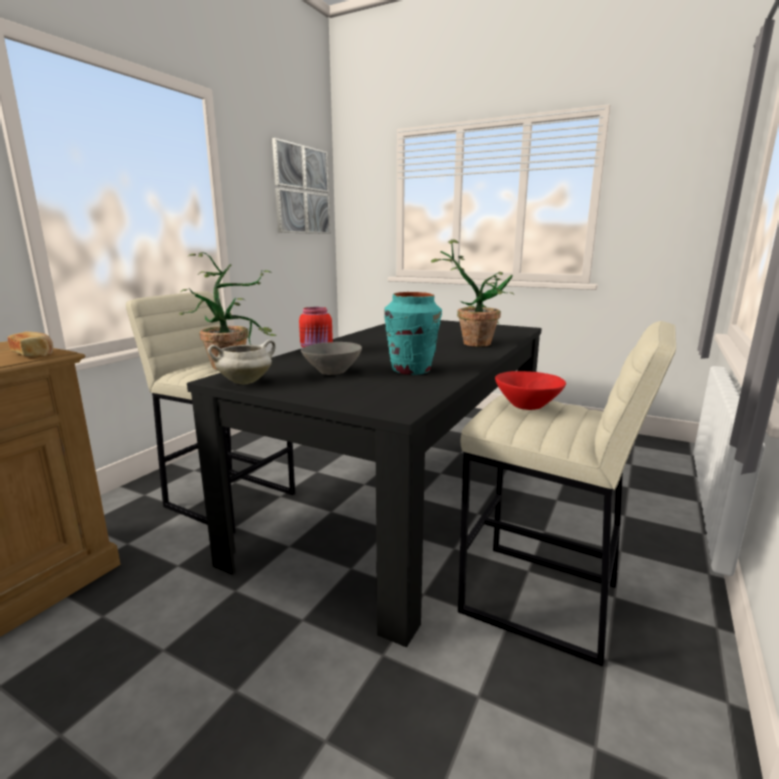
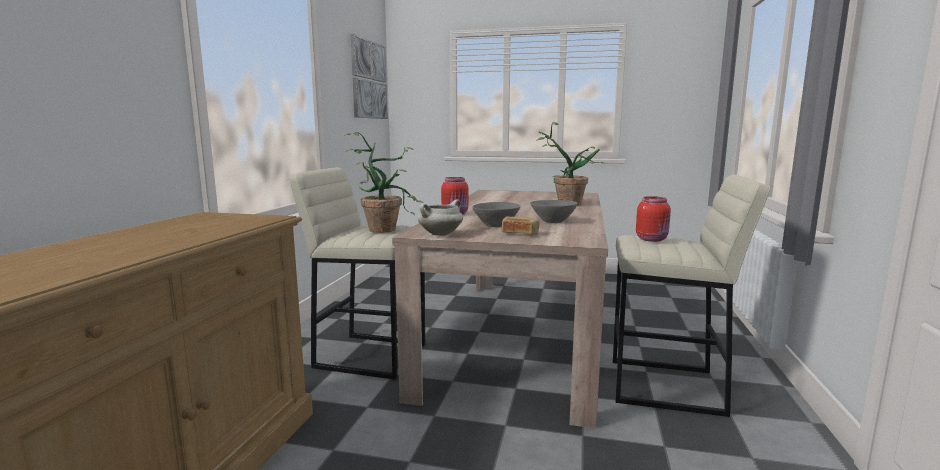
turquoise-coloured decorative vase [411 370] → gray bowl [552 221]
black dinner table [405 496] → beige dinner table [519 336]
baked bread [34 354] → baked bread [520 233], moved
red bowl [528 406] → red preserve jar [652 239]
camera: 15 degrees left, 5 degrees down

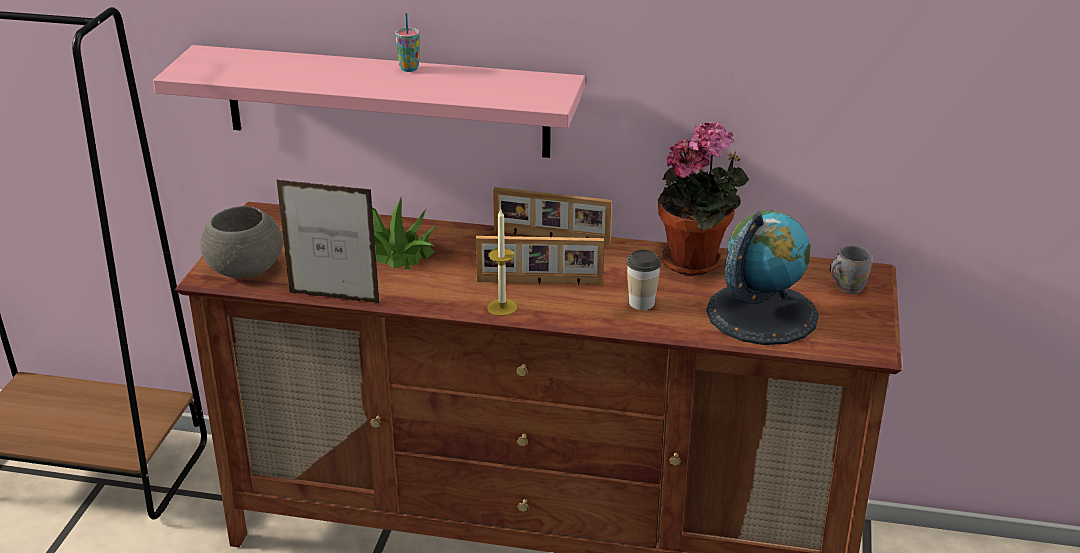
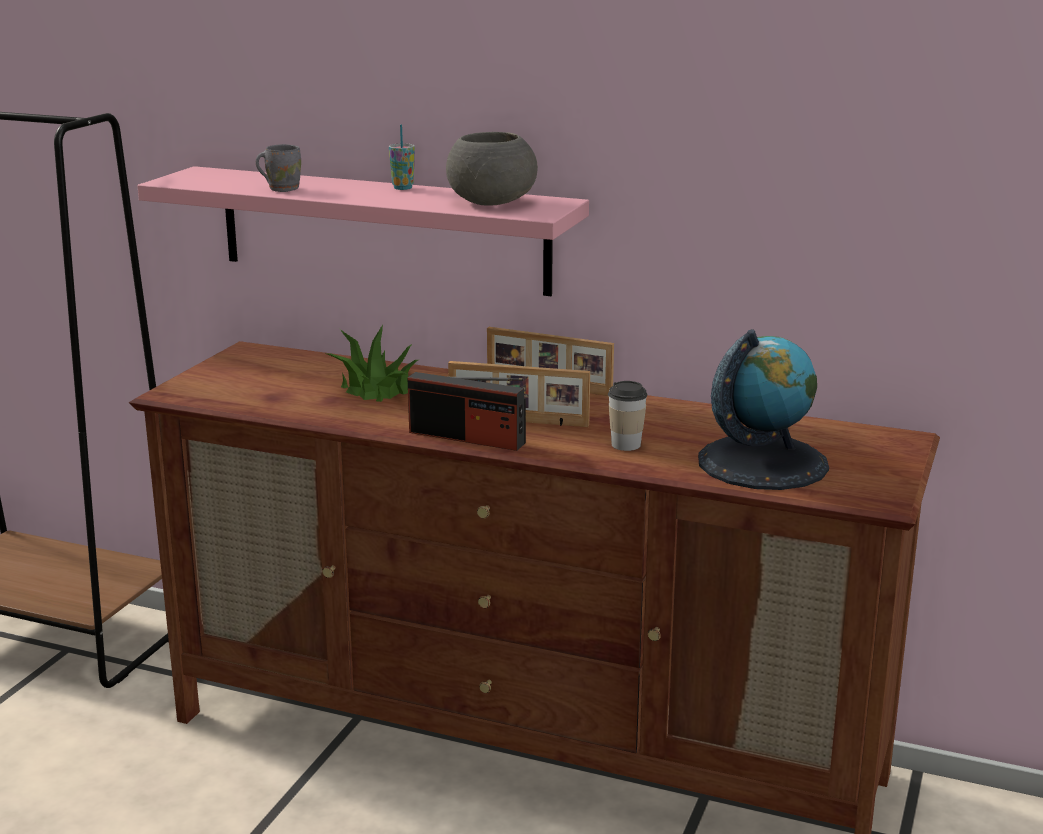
houseplant [697 262] → -
photo frame [334 298] → -
gray bowl [244 269] → gray bowl [490 202], moved
wax candle [502 307] → radio receiver [467 438]
gray coffee mug [847 287] → gray coffee mug [282 189], moved
camera: 10 degrees right, 10 degrees down

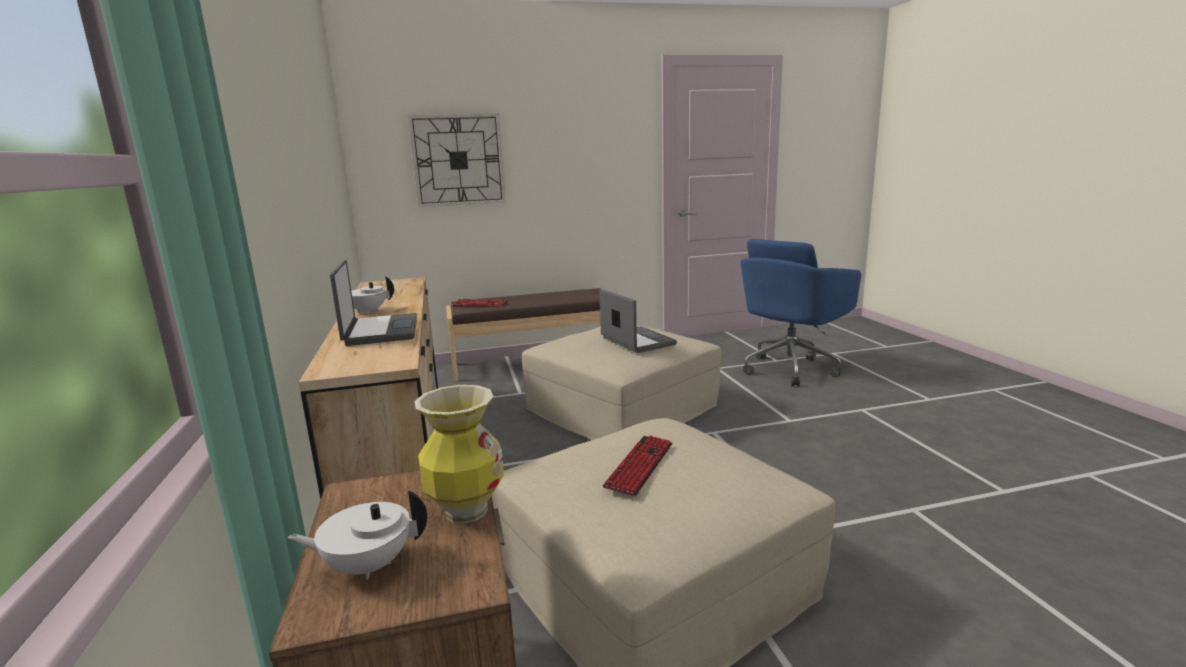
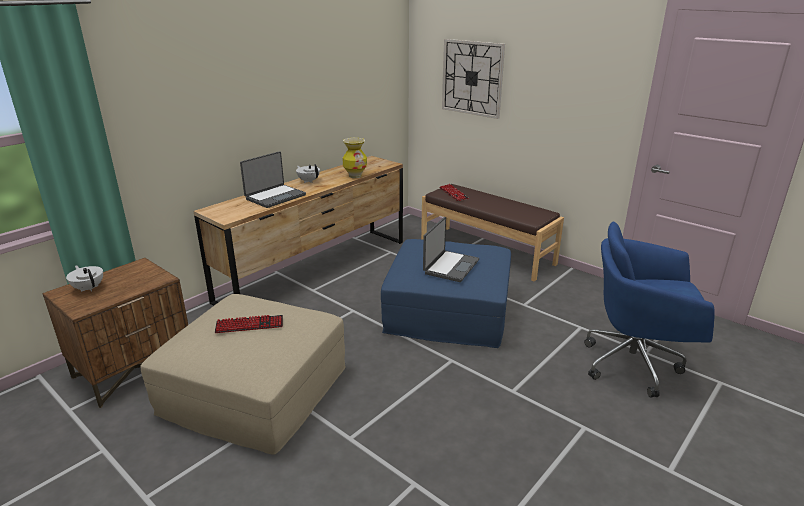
beige footrest [621 409] → blue footrest [447 311]
decorative vase [466 511] → decorative vase [355 176], moved
camera: 55 degrees right, 10 degrees up

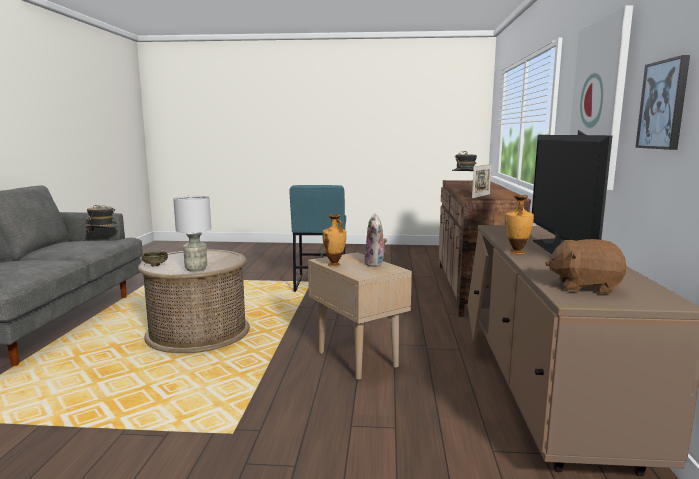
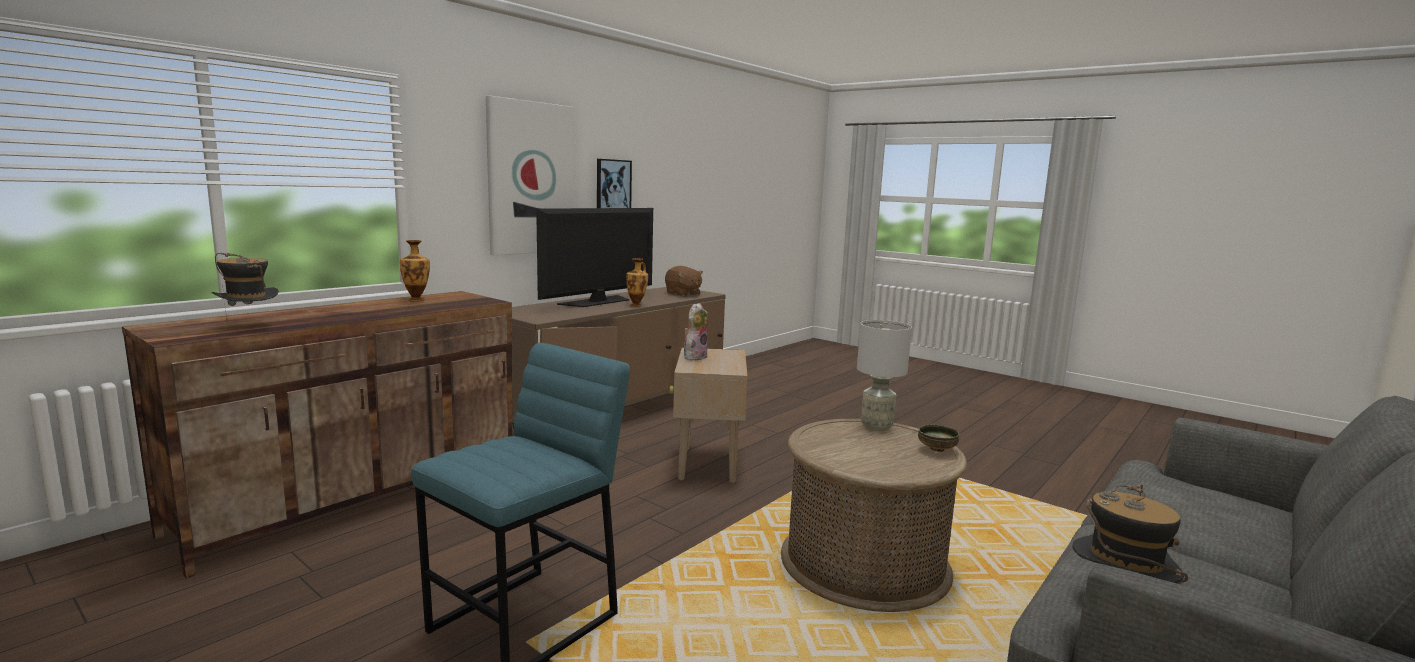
photo frame [481 196] → -
decorative vase [334 265] → decorative vase [416 300], moved
camera: 145 degrees left, 0 degrees up

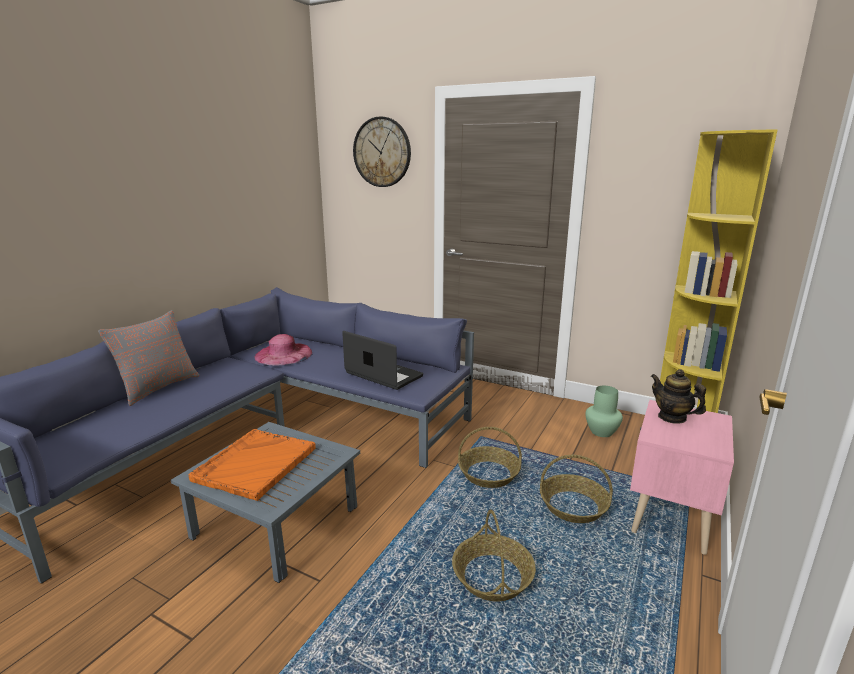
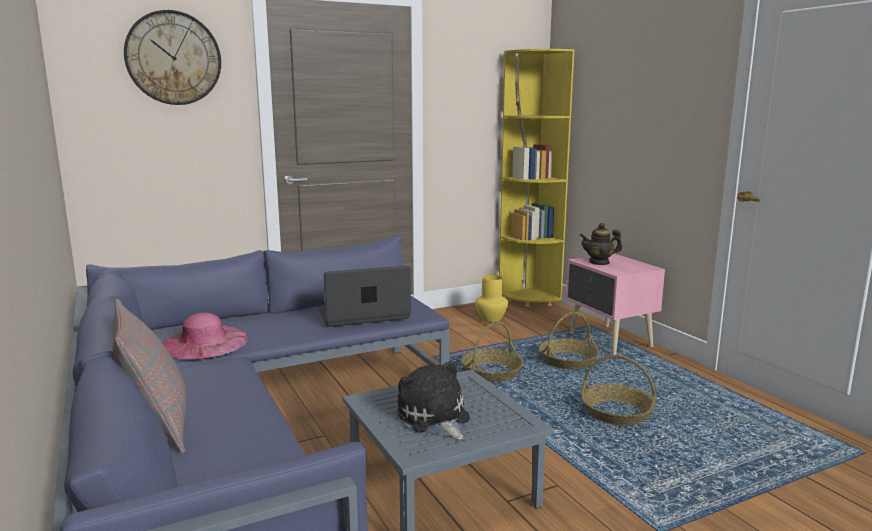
green-coloured decorative vase [602 432] → yellow-coloured decorative vase [491 319]
orange carrying tray [254 464] → soft toy [434 419]
camera: 55 degrees left, 5 degrees down

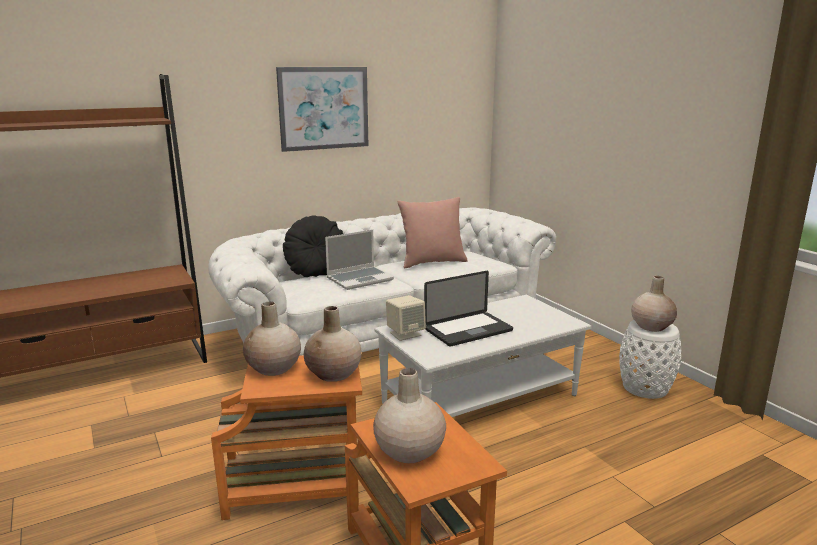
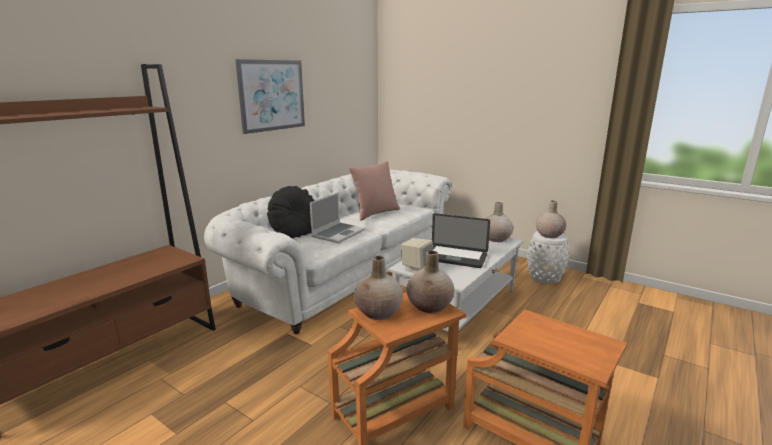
portable computer [468 330] → portable computer [455 257], 75 degrees clockwise
beige decorative vase [409 451] → beige decorative vase [496 239], moved
camera: 25 degrees left, 0 degrees up

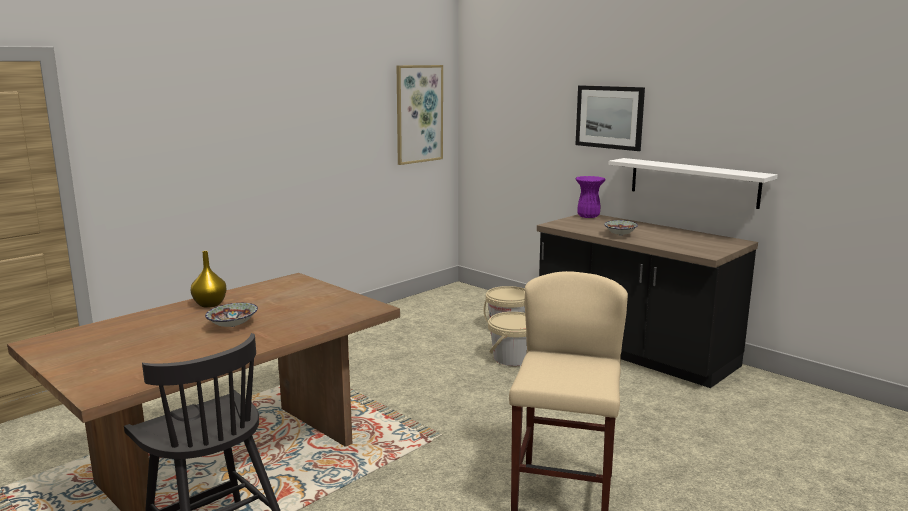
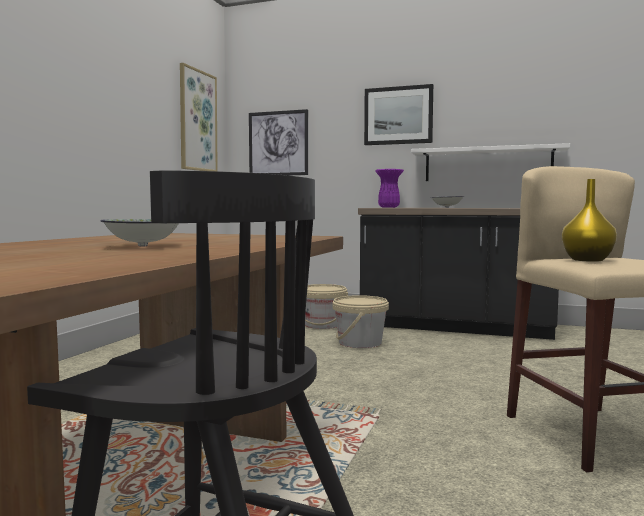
yellow-coloured decorative vase [209 304] → yellow-coloured decorative vase [587 260], moved
- → picture [278 143]
camera: 25 degrees left, 10 degrees down

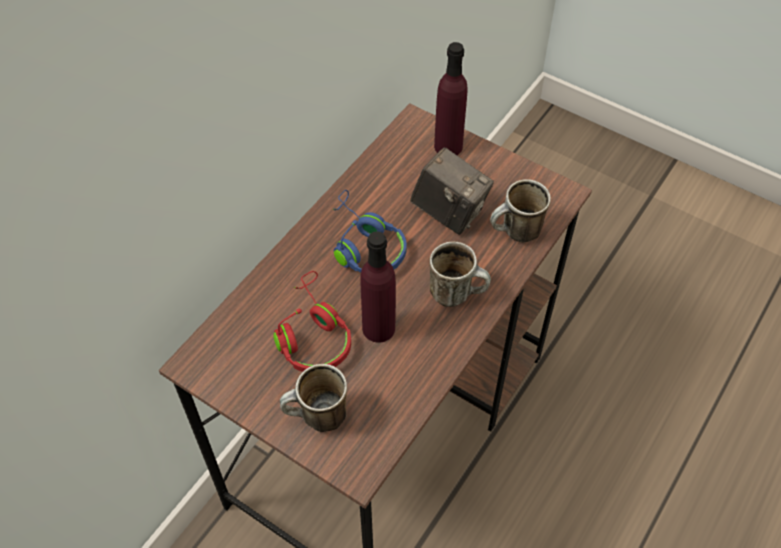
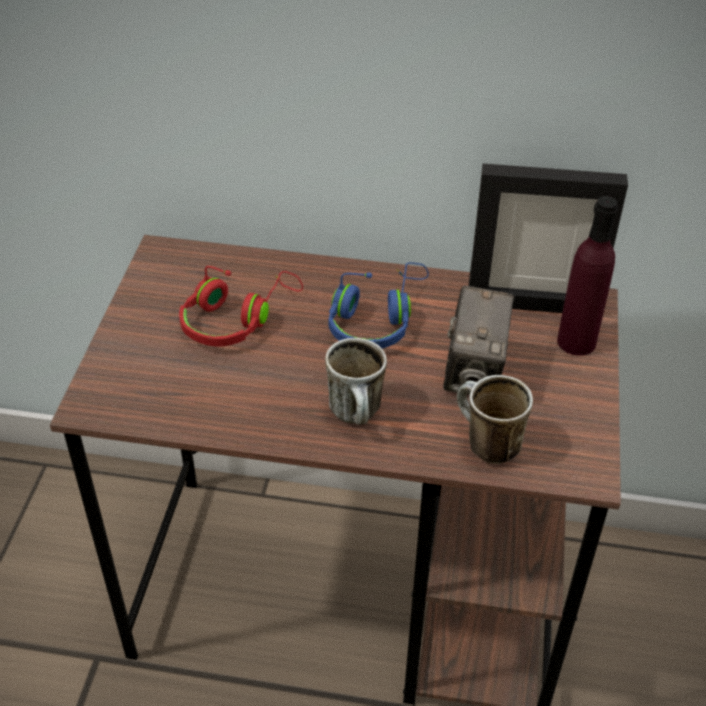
purple-coloured bottle [378 328] → -
coffee mug [317 419] → -
- → photo frame [532 303]
camera: 65 degrees right, 10 degrees down

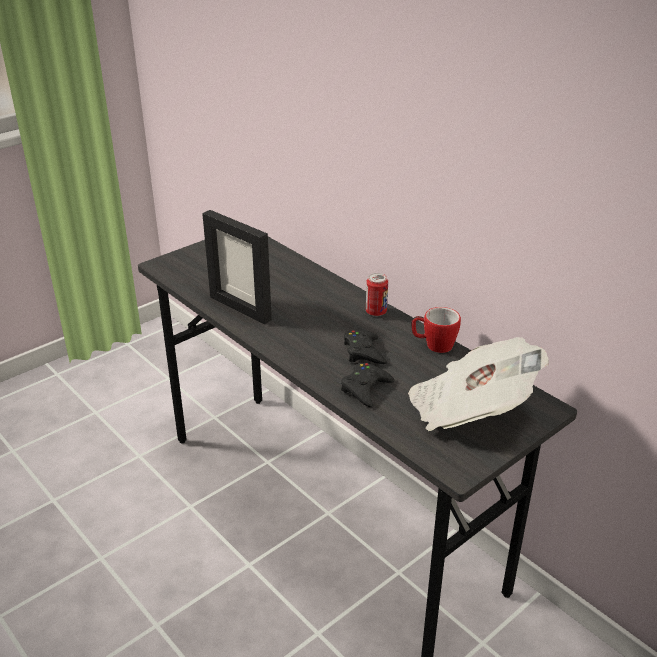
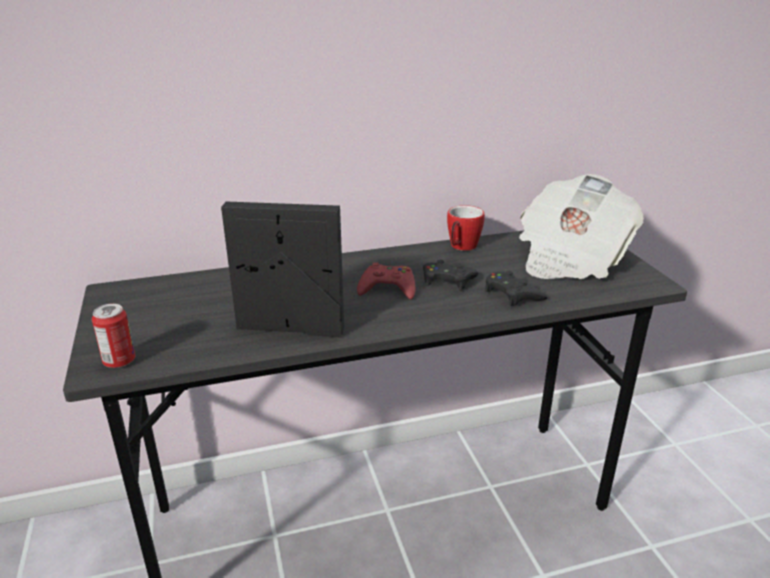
photo frame [241 307] → photo frame [290 329], 150 degrees counterclockwise
sealed can [376 312] → sealed can [119 361], moved
- → red joypad [388 288]
camera: 65 degrees left, 5 degrees down

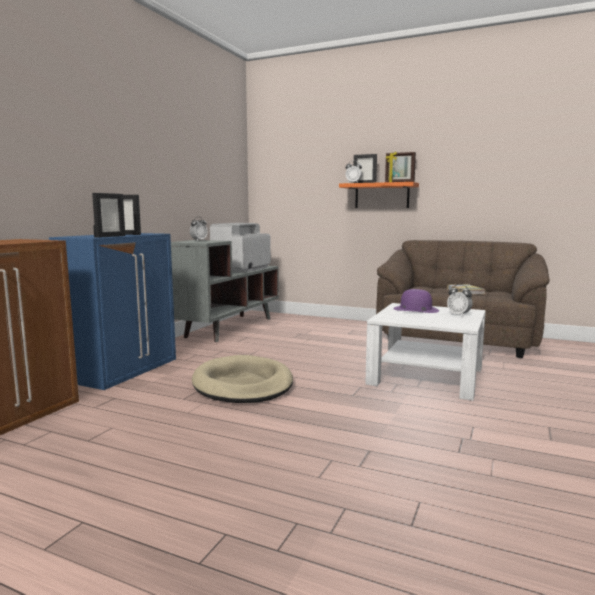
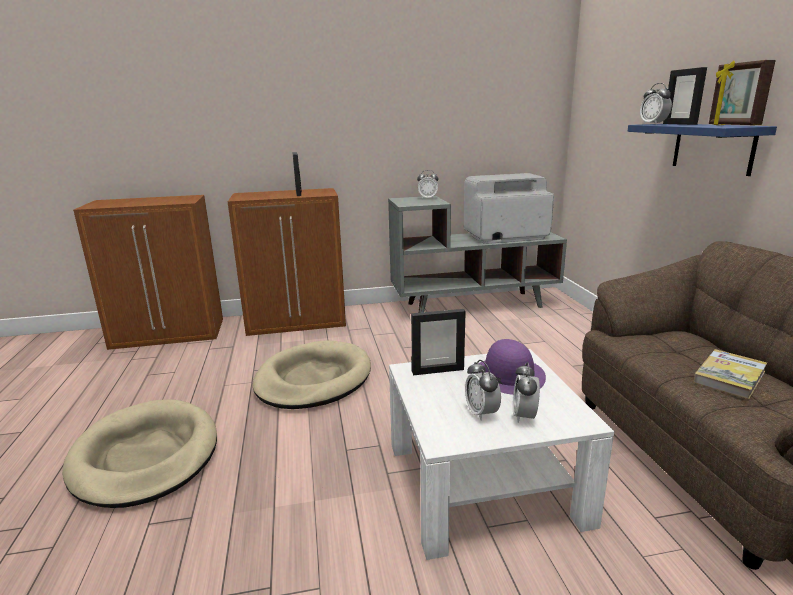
orange bracket shelf [382 196] → blue bracket shelf [712 147]
photo frame [110 236] → photo frame [437 370], moved
blue cupboard [123 369] → brown cupboard [297 321]
- → bedside clock [481 413]
- → beige pet bed [145 456]
camera: 55 degrees right, 10 degrees up

